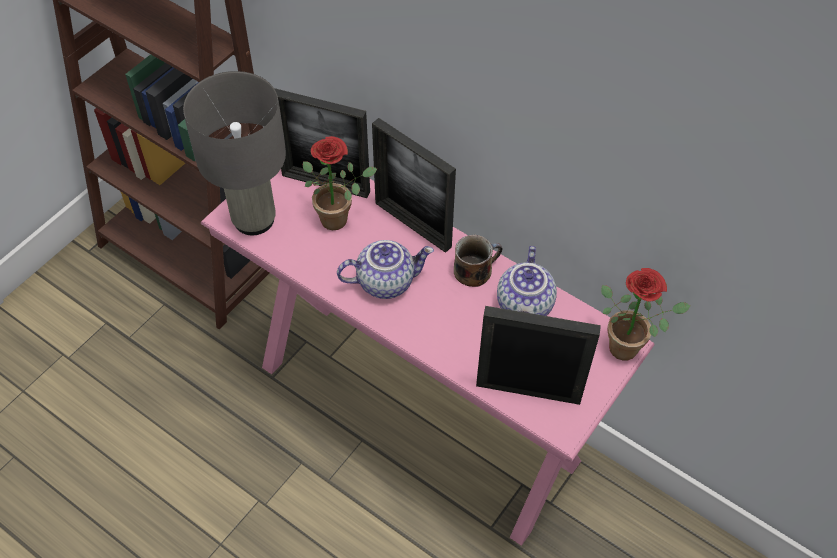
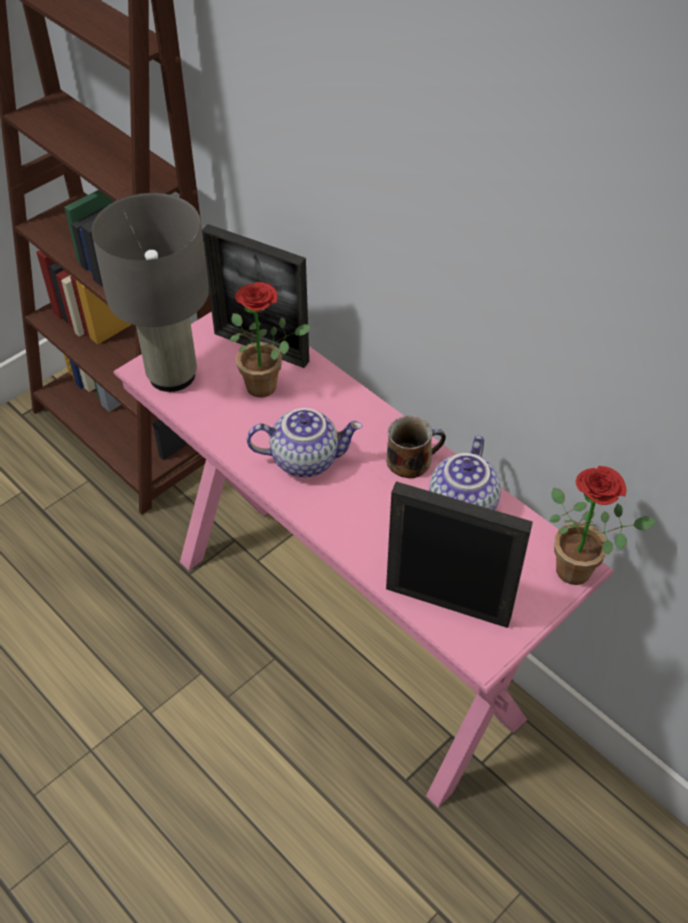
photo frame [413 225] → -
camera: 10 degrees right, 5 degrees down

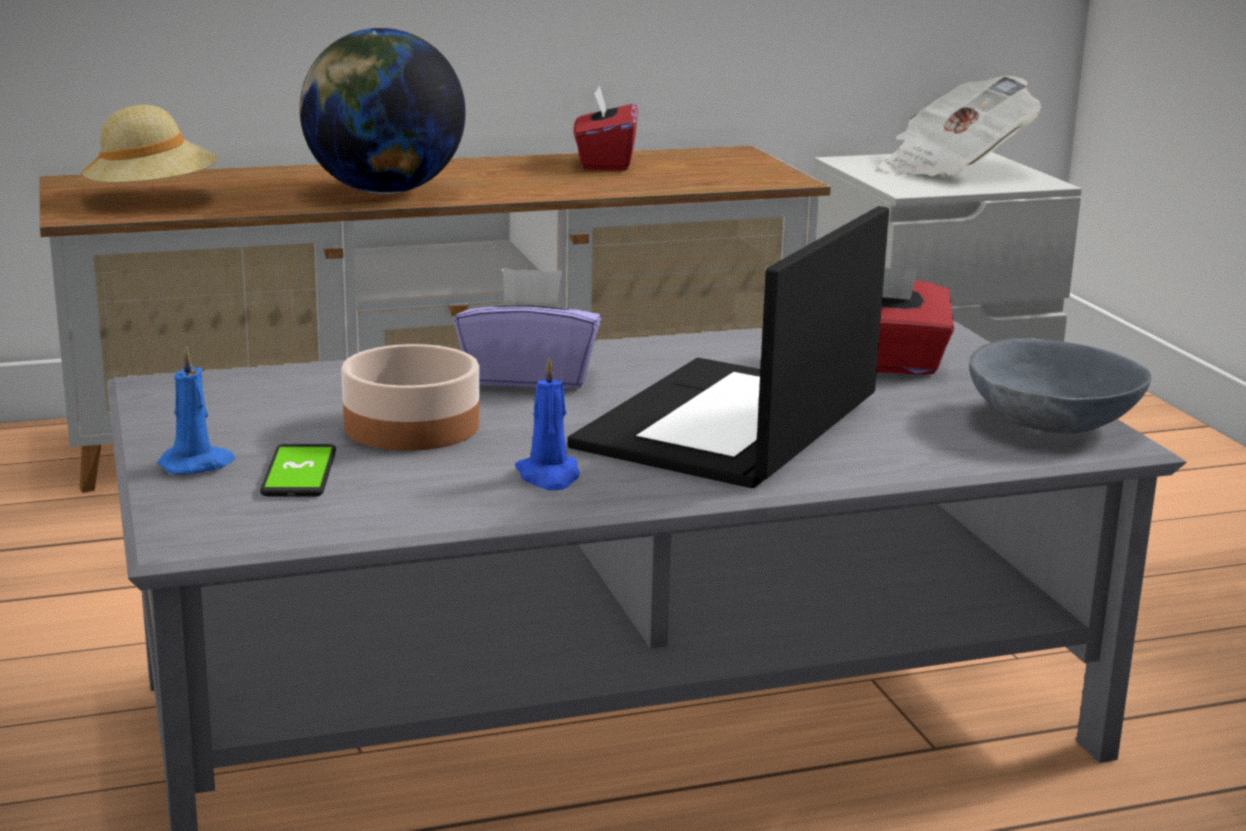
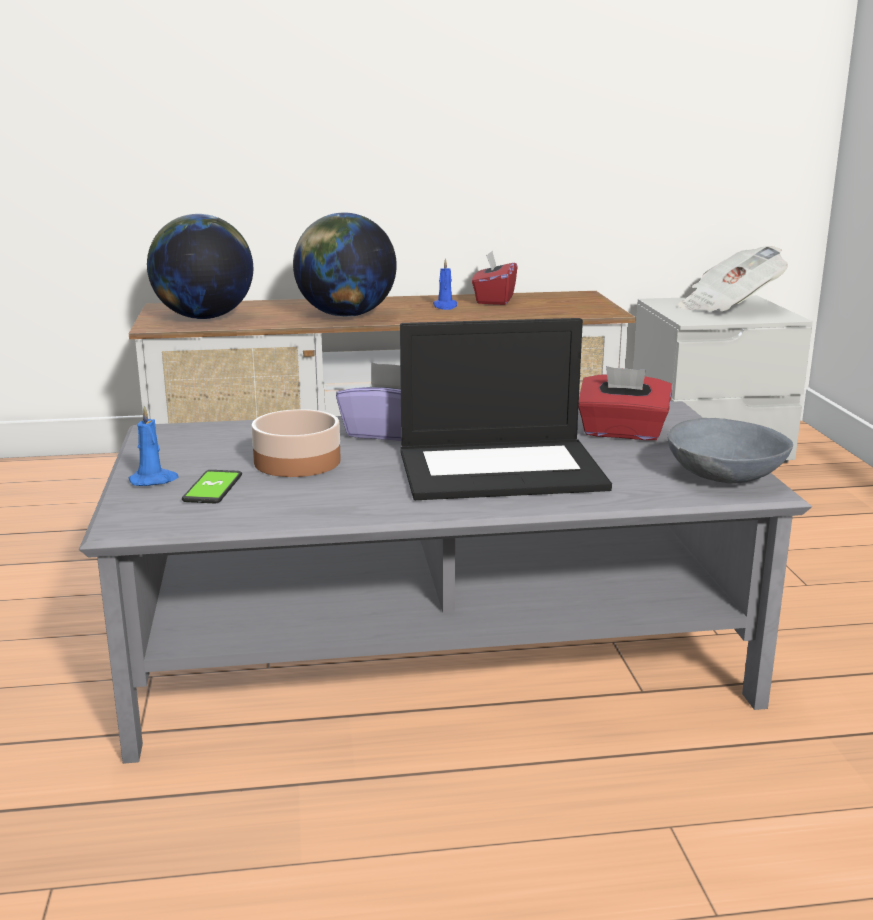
beige clothing hat [153 198] → world globe [204 317]
portable computer [730 425] → portable computer [502 469], 135 degrees counterclockwise
blue wax candle [549 476] → blue wax candle [445 307], moved
camera: 10 degrees right, 0 degrees up

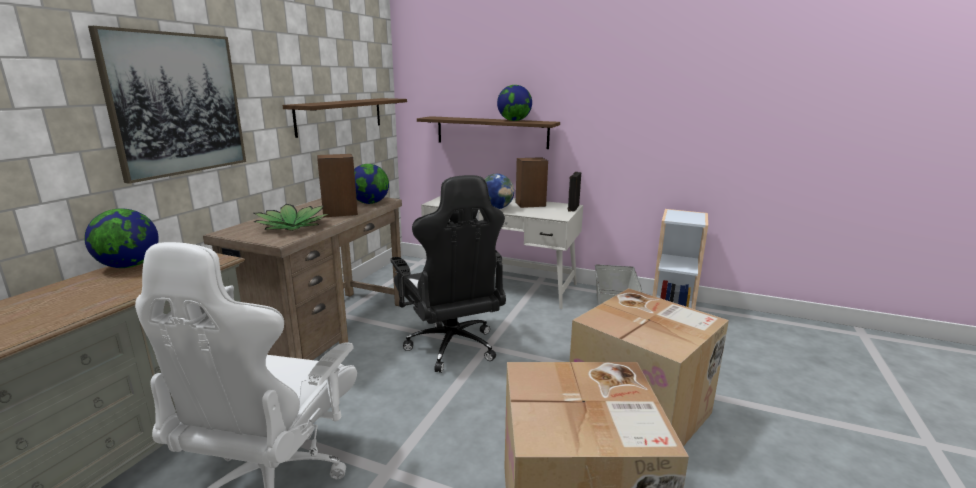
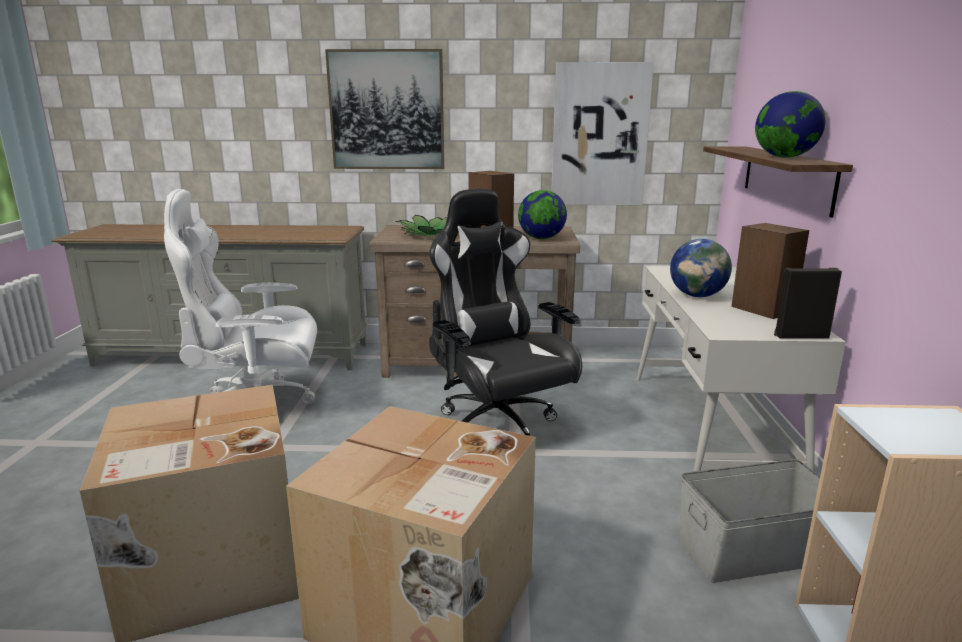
bracket shelf [340 116] → picture [599 135]
black computer chair [450 344] → black computer chair [501 427], 105 degrees clockwise
world globe [129 266] → -
camera: 70 degrees right, 0 degrees up

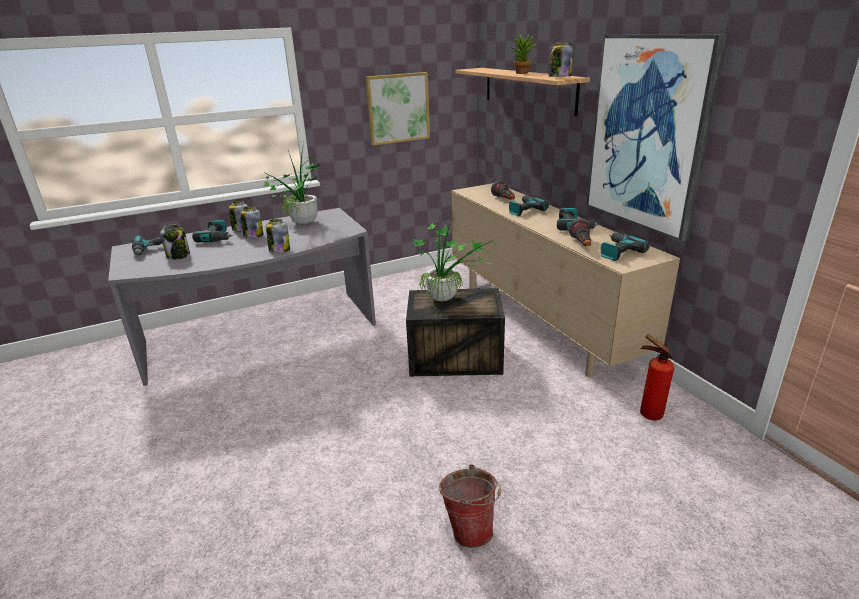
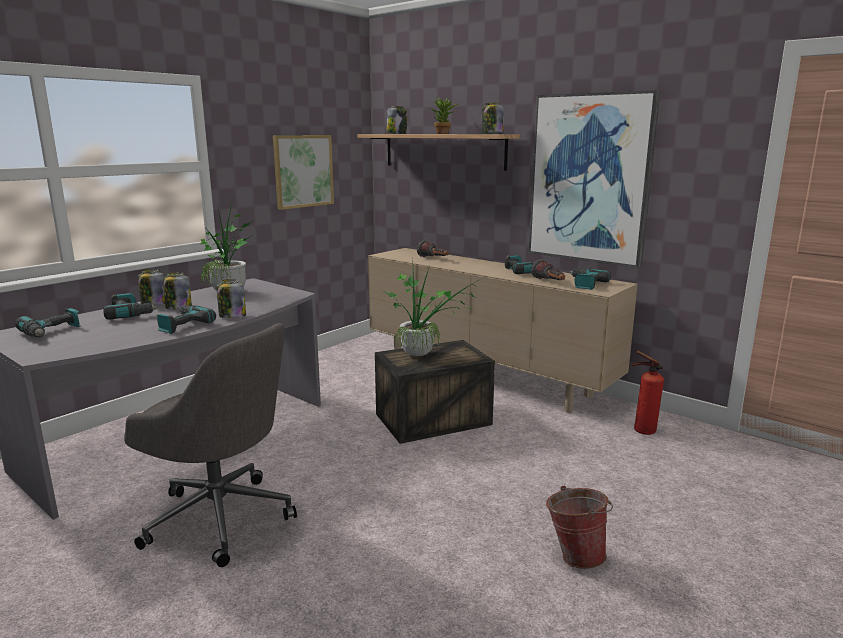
drill [524 210] → drill [183 325], moved
preserve jar [178 255] → preserve jar [397 134], moved
- → gray computer chair [221 519]
camera: 25 degrees left, 10 degrees down

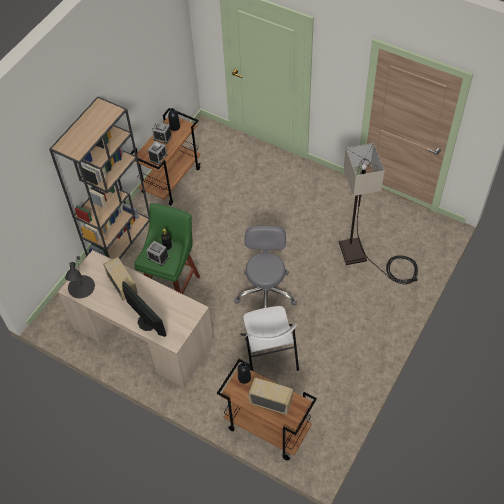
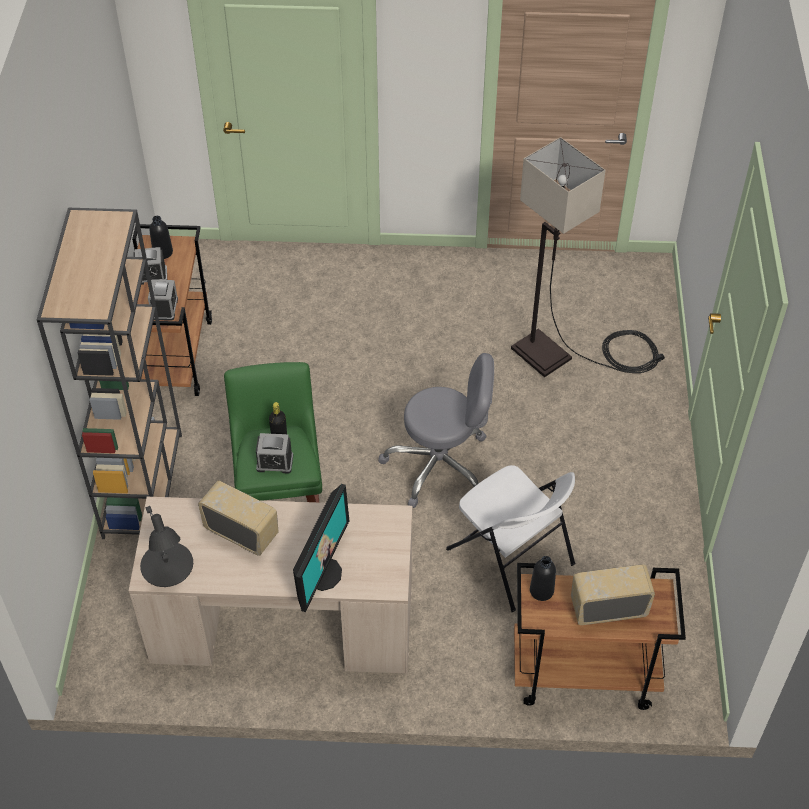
gray computer chair [266 290] → gray computer chair [443 465], 120 degrees clockwise
monitor [146 322] → monitor [323 573], 90 degrees clockwise
camera: 30 degrees left, 5 degrees down

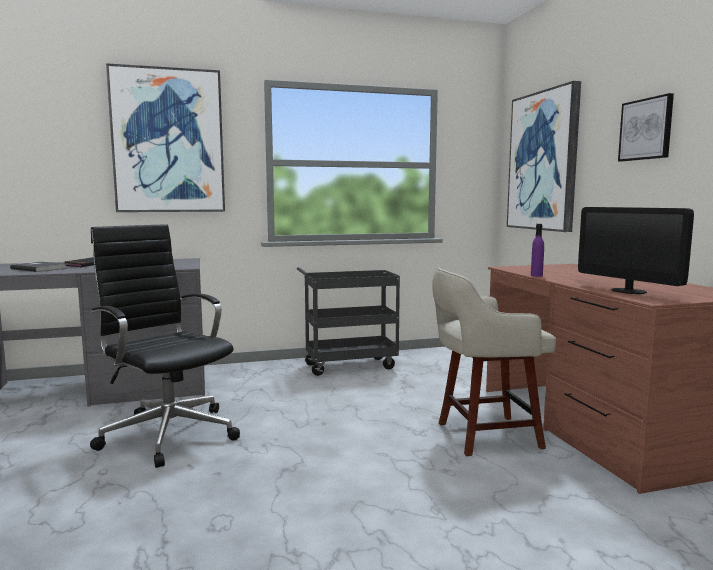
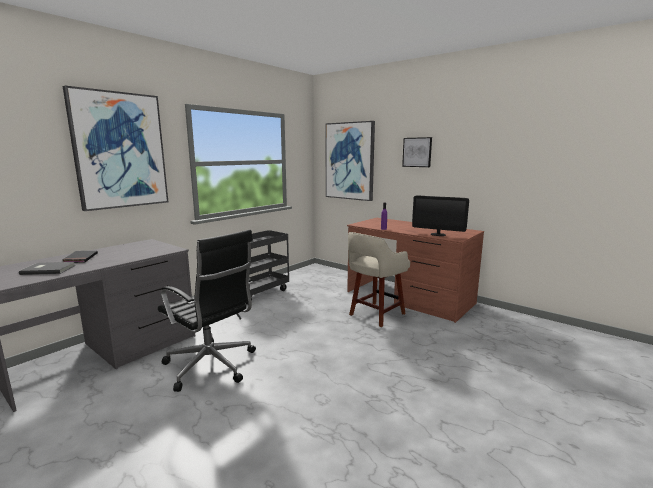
black computer chair [168 433] → black computer chair [211 366], 150 degrees counterclockwise
camera: 35 degrees left, 5 degrees up

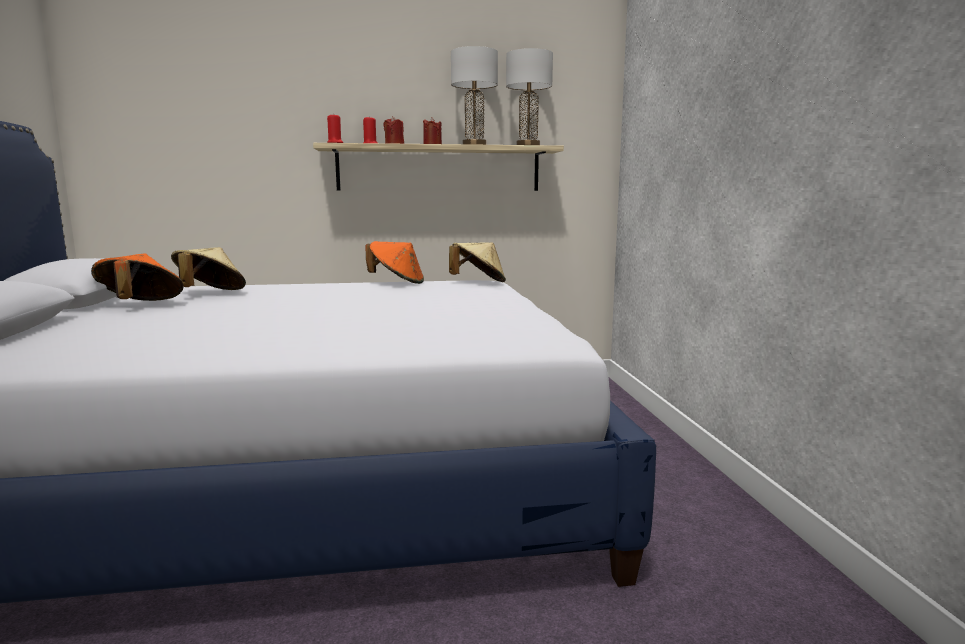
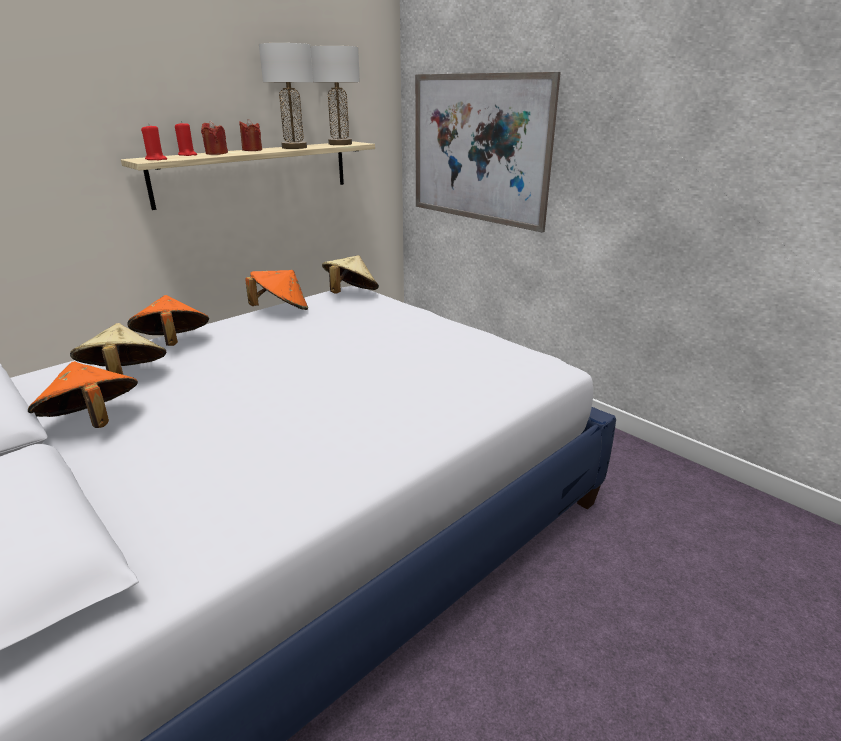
- → picture [478 149]
- → orange clothing hat [173 344]
camera: 35 degrees left, 15 degrees up

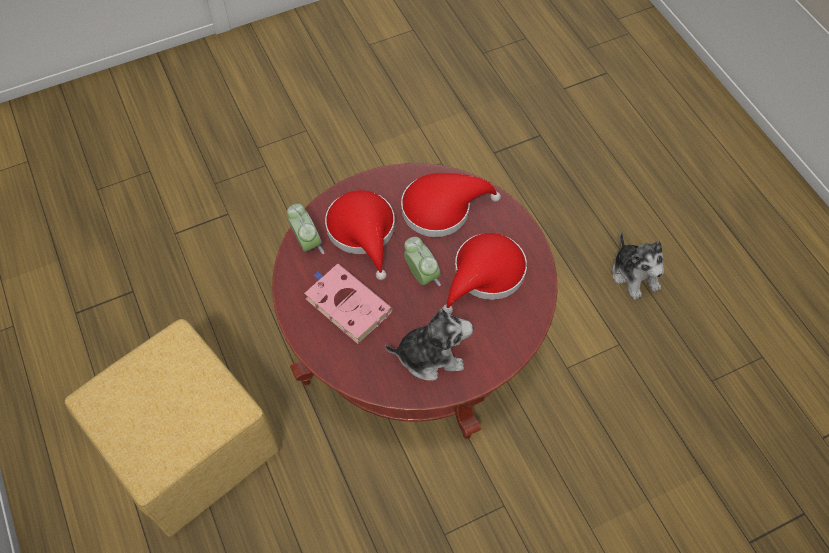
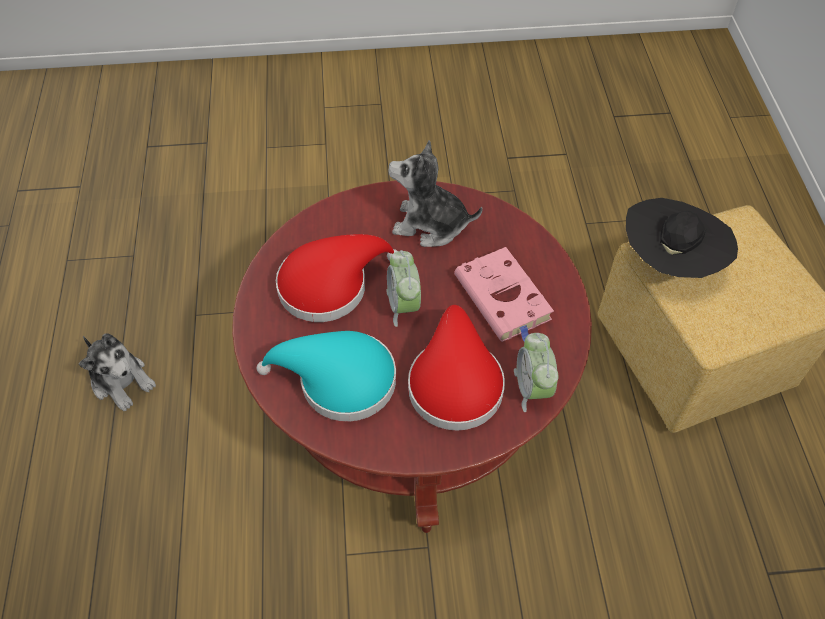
red clothing hat [442 208] → turquoise-coloured clothing hat [339 381]
soft toy [634 275] → soft toy [122 380], 135 degrees clockwise
- → black clothing hat [669 262]
camera: 160 degrees left, 5 degrees down

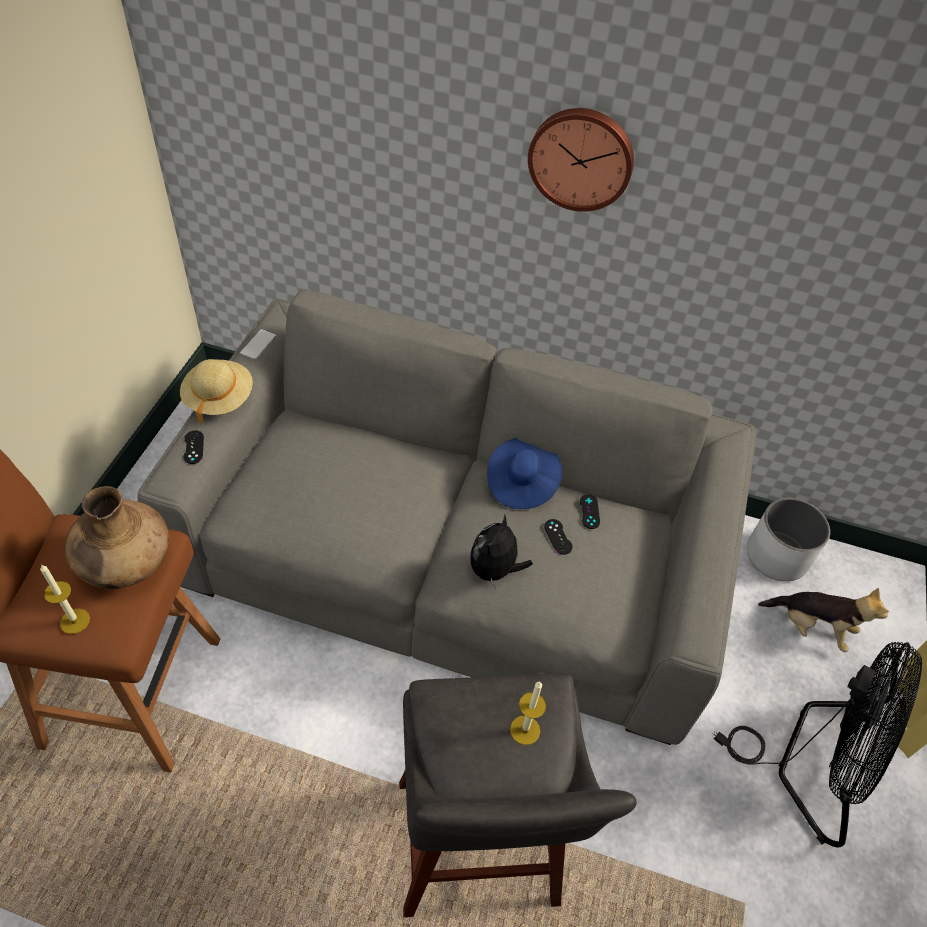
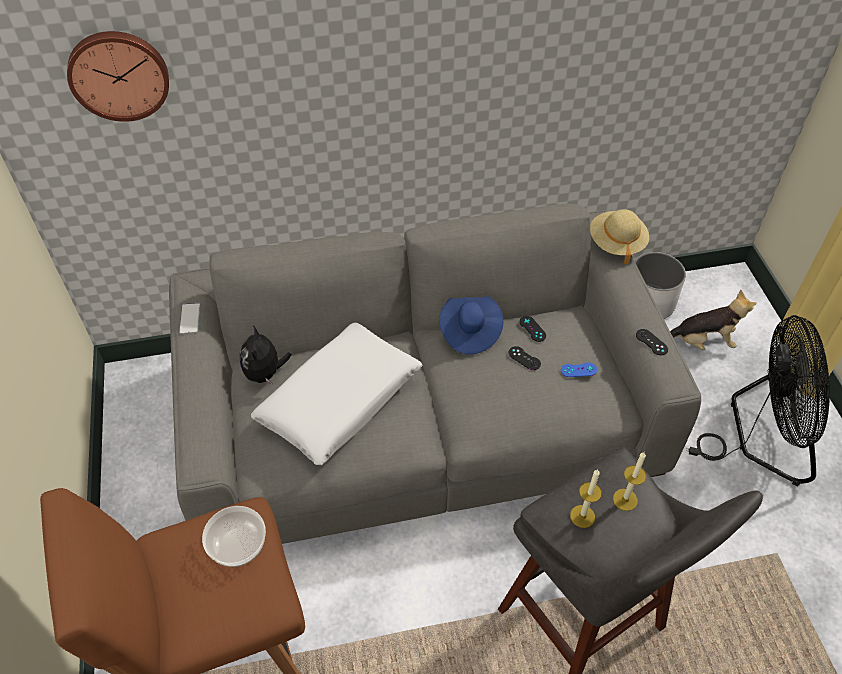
clock on the wall [581 158] → clock on the wall [119 74], moved
beige clothing hat [219 399] → beige clothing hat [616 243], moved
black joypad [193 447] → black joypad [651 342], moved
brown decorative vase [126 565] → bowl [237 545]
soft toy [494 570] → soft toy [265 373], moved
wax candle [75 621] → wax candle [582 516], moved
- → white throw pillow [340 401]
- → blue joypad [578 370]
camera: 25 degrees left, 0 degrees up

